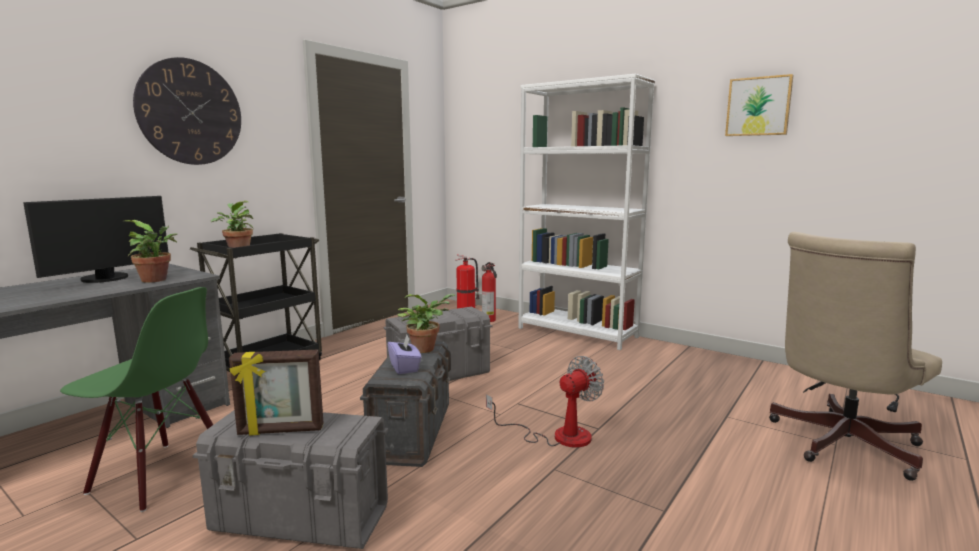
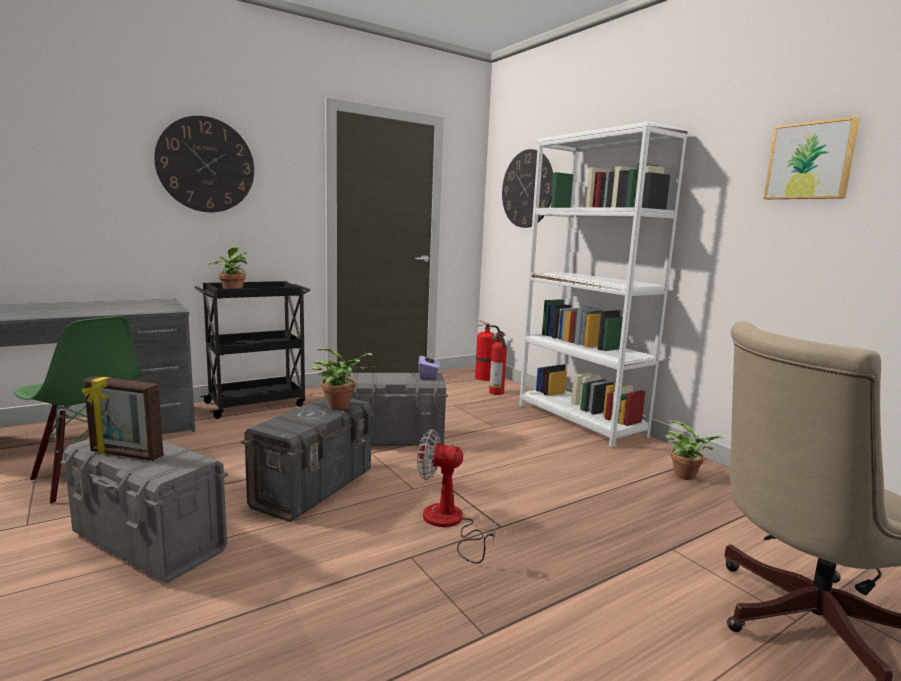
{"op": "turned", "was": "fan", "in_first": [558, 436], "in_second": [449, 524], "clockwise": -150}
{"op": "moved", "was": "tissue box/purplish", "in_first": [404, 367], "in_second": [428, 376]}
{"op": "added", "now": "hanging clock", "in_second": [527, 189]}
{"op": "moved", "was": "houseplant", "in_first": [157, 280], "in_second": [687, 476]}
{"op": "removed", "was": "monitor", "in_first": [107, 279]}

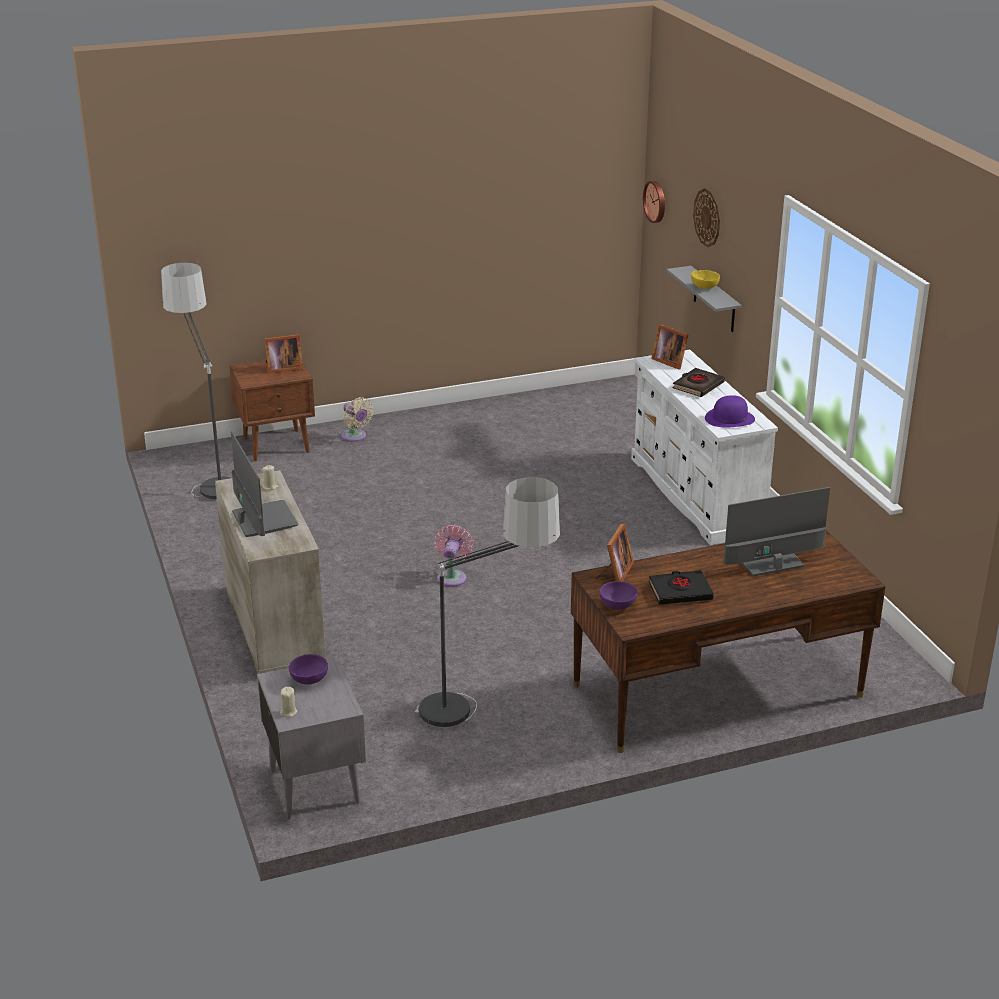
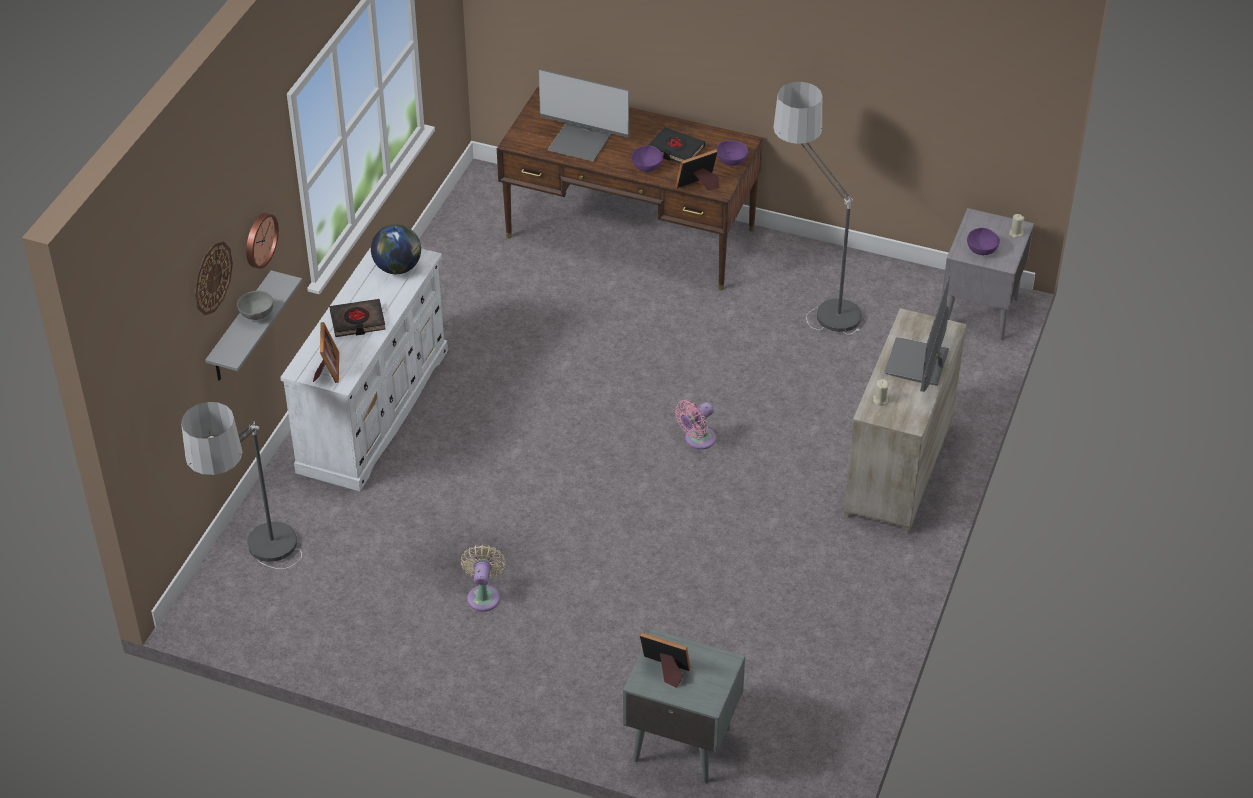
{"op": "moved", "was": "floor lamp", "in_first": [209, 477], "in_second": [260, 575]}
{"op": "recoloured", "was": "deep dish/yellowish", "now": "deep dish/grey", "in_first": [704, 287], "in_second": [256, 315]}
{"op": "moved", "was": "hanging clock", "in_first": [656, 201], "in_second": [259, 240]}
{"op": "replaced", "was": "clothing hat/purplish", "now": "globe", "in_first": [729, 418], "in_second": [398, 268]}
{"op": "moved", "was": "fan/sand-coloured", "in_first": [355, 437], "in_second": [484, 595]}
{"op": "recoloured", "was": "bedside table/brown", "now": "bedside table/grey", "in_first": [277, 445], "in_second": [680, 743]}
{"op": "added", "now": "deep dish/purplish", "in_second": [647, 167]}

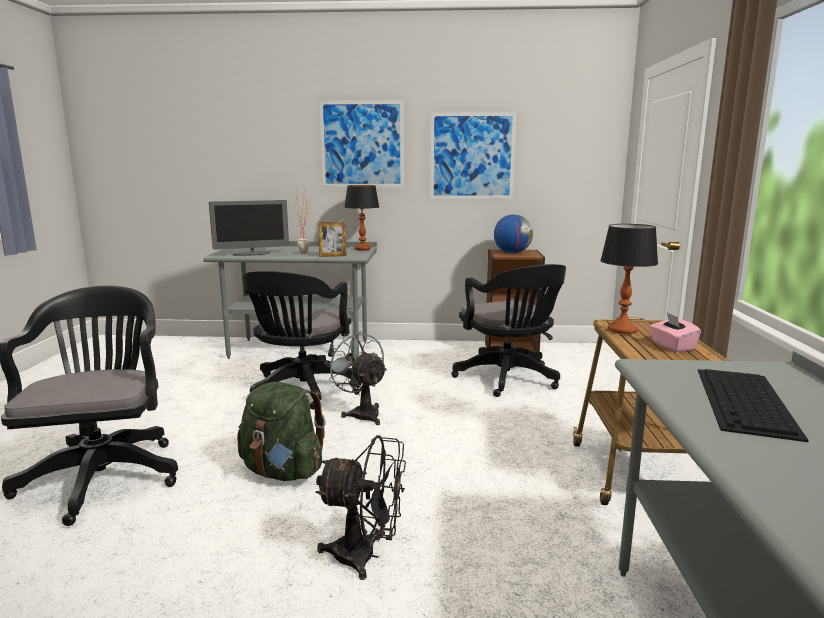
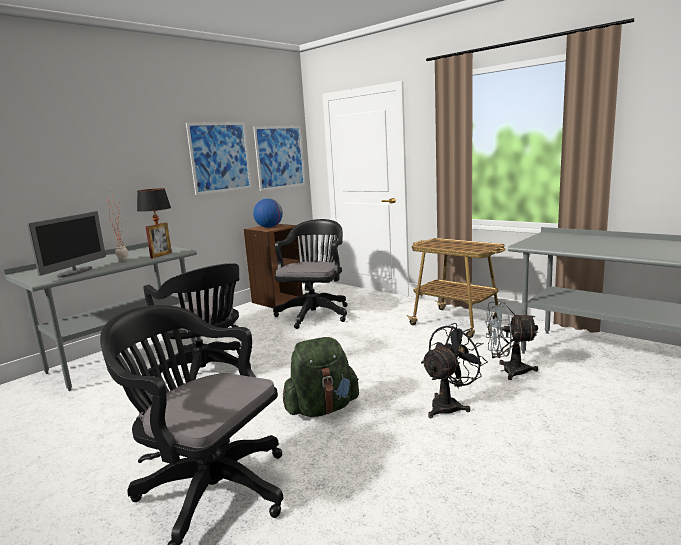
{"op": "moved", "was": "picture", "in_first": [362, 144], "in_second": [280, 157]}
{"op": "turned", "was": "desk chair/black-coloured", "in_first": [509, 379], "in_second": [315, 313], "clockwise": -90}
{"op": "moved", "was": "fan/grey", "in_first": [362, 413], "in_second": [508, 371]}
{"op": "removed", "was": "table lamp", "in_first": [623, 329]}
{"op": "removed", "was": "tissue box/pinkish", "in_first": [672, 346]}
{"op": "removed", "was": "keyboard", "in_first": [746, 402]}

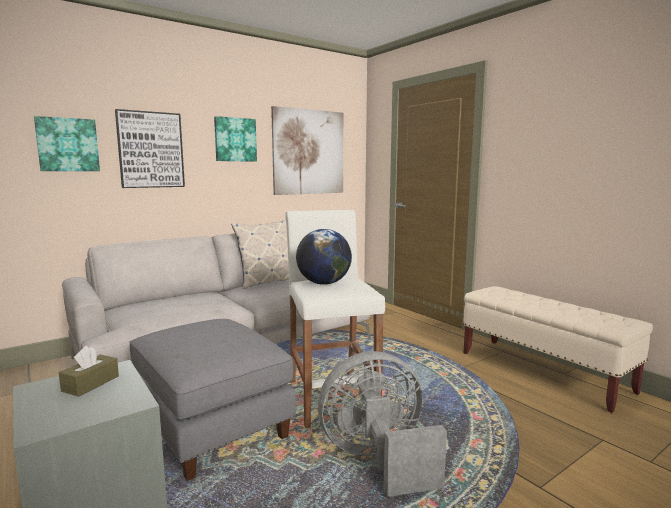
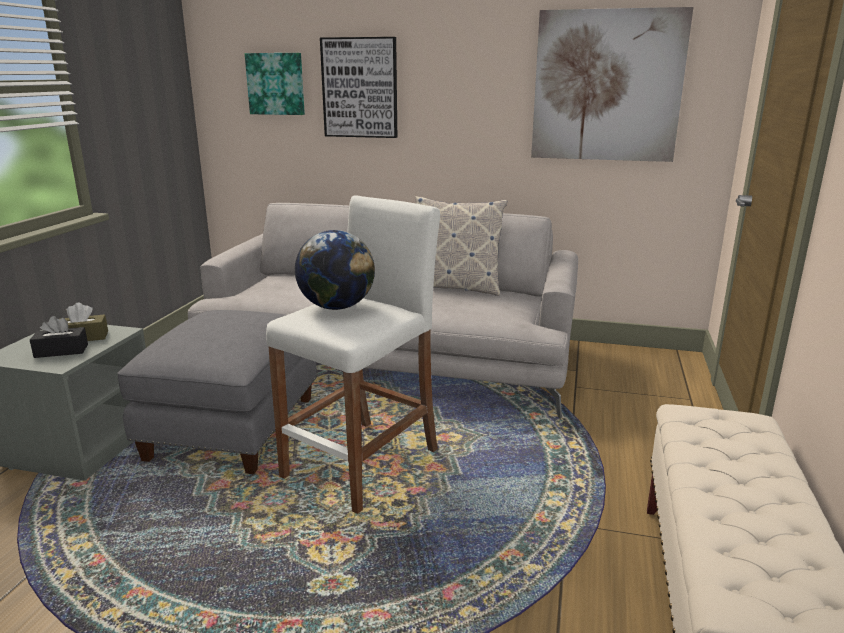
{"op": "added", "now": "tissue box/black-coloured", "in_second": [61, 351]}
{"op": "removed", "was": "picture", "in_first": [235, 139]}
{"op": "removed", "was": "fan/grey", "in_first": [378, 459]}

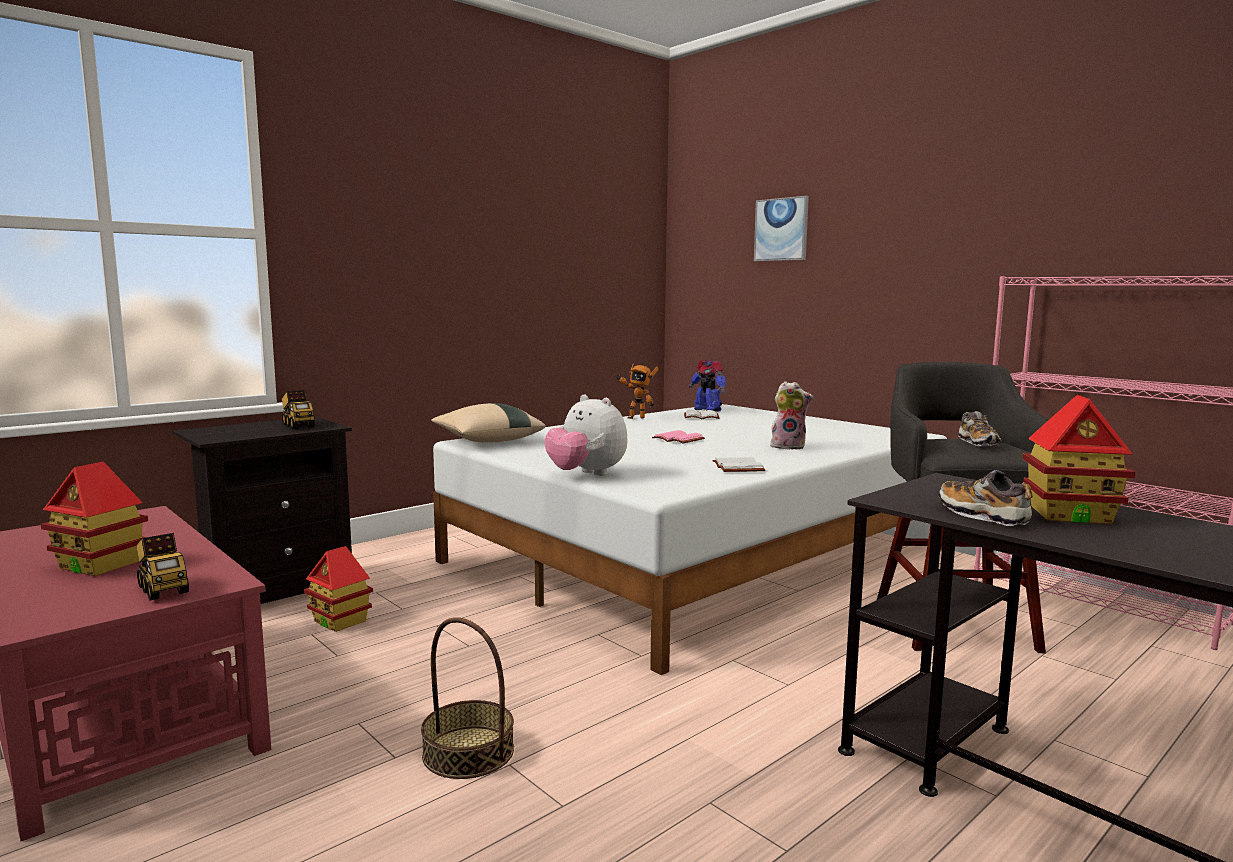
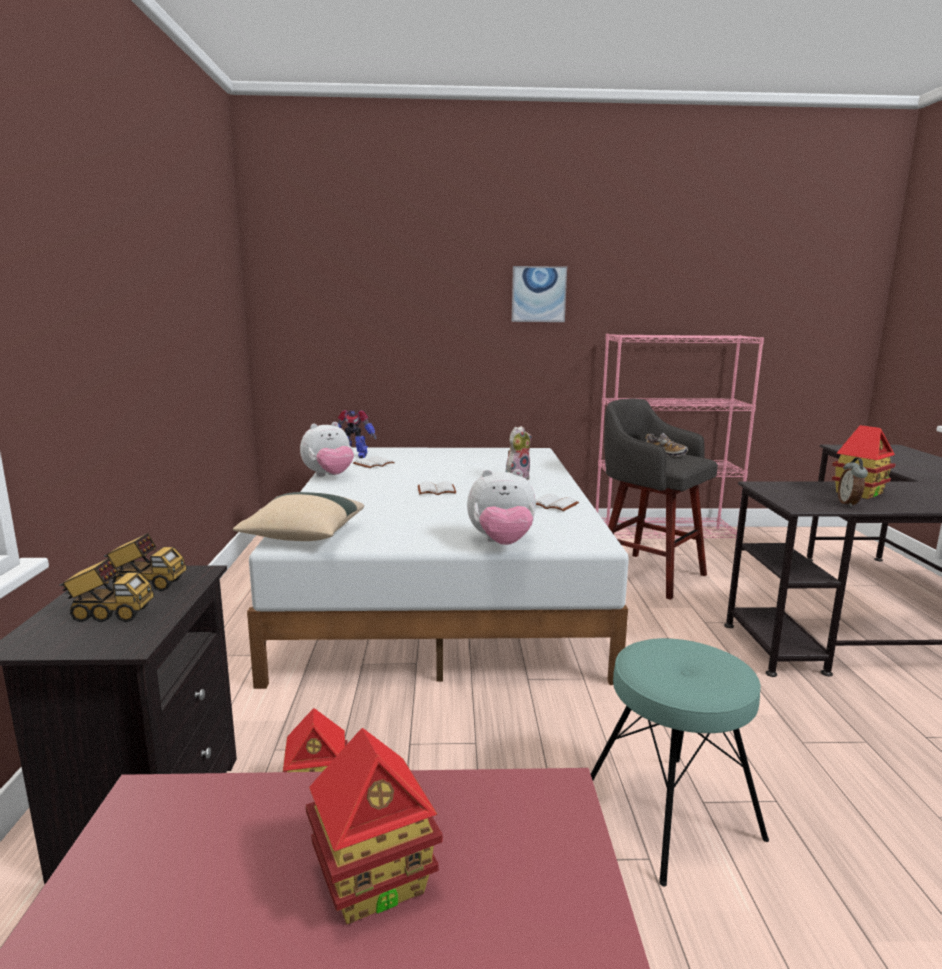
{"op": "moved", "was": "model truck", "in_first": [163, 589], "in_second": [110, 614]}
{"op": "replaced", "was": "robot figure", "now": "soft toy", "in_first": [635, 417], "in_second": [329, 476]}
{"op": "recoloured", "was": "volume/pinkish", "now": "volume/whitish", "in_first": [679, 439], "in_second": [437, 490]}
{"op": "moved", "was": "picture", "in_first": [781, 229], "in_second": [538, 294]}
{"op": "replaced", "was": "household basket", "now": "stool/turquoise-coloured", "in_first": [468, 752], "in_second": [670, 815]}
{"op": "replaced", "was": "low shoe", "now": "alarm clock", "in_first": [982, 515], "in_second": [849, 504]}

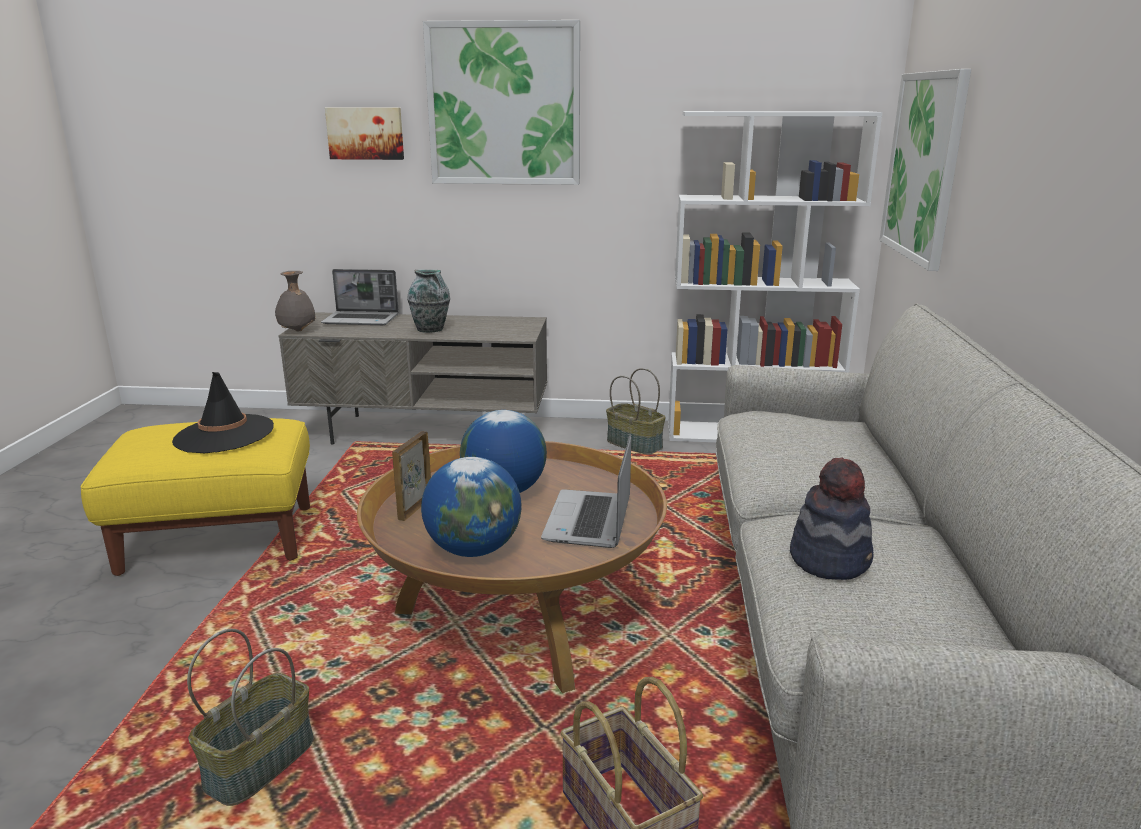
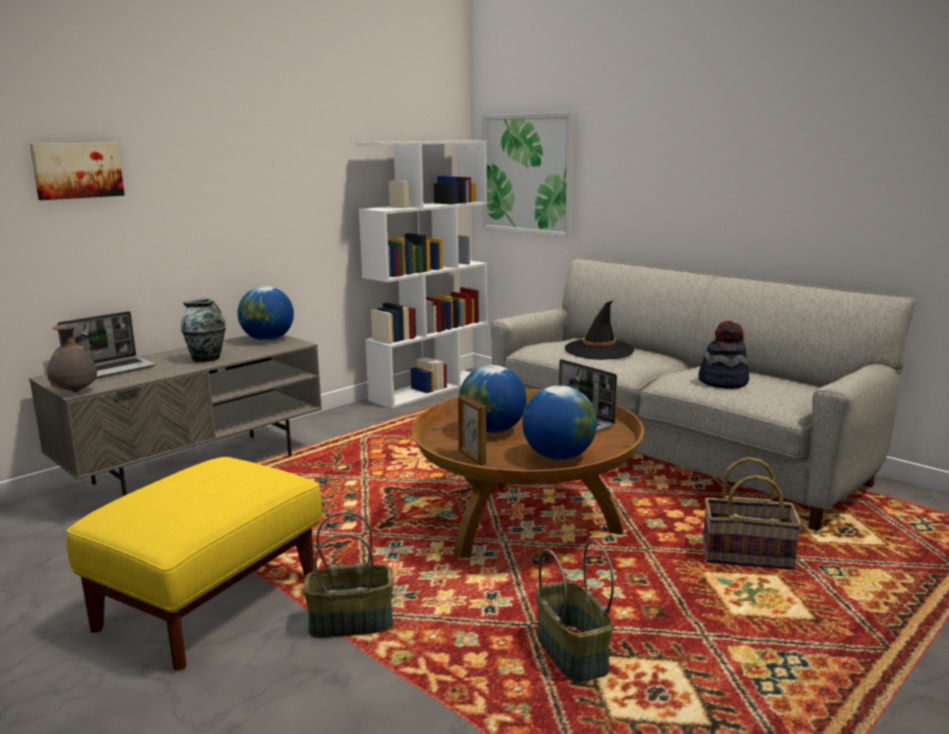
{"op": "added", "now": "globe", "in_second": [267, 340]}
{"op": "moved", "was": "household basket", "in_first": [635, 444], "in_second": [352, 622]}
{"op": "moved", "was": "clothing hat/black-coloured", "in_first": [224, 434], "in_second": [599, 350]}
{"op": "removed", "was": "picture", "in_first": [504, 104]}

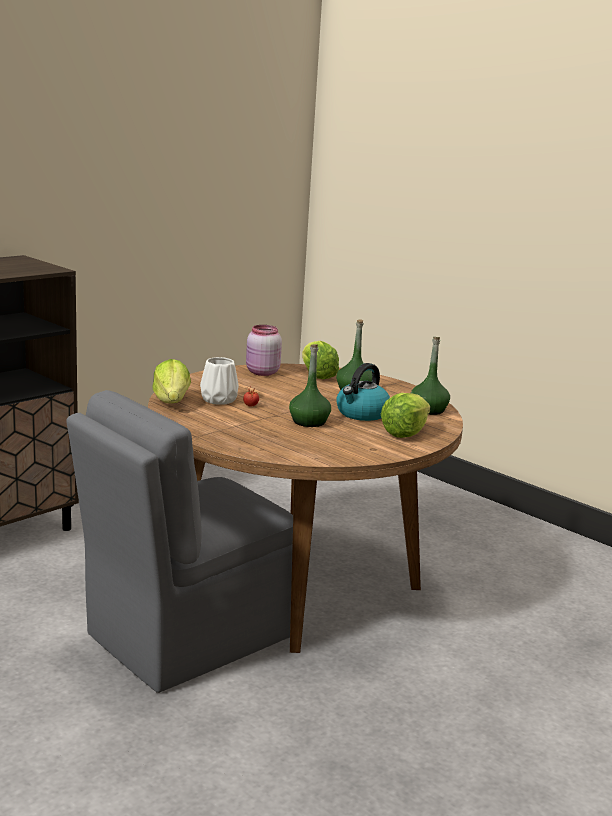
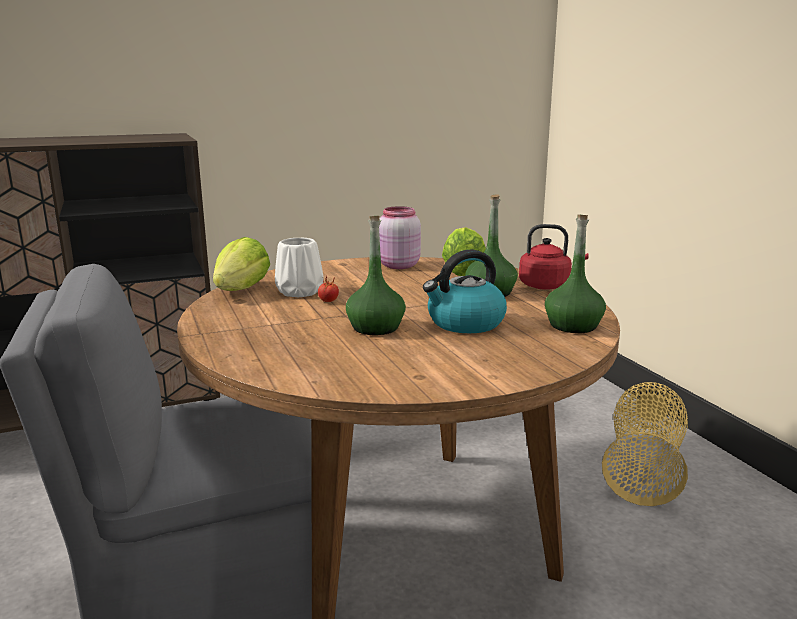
{"op": "added", "now": "water kettle/reddish", "in_second": [547, 286]}
{"op": "added", "now": "household basket", "in_second": [644, 468]}
{"op": "removed", "was": "lettuce", "in_first": [404, 433]}

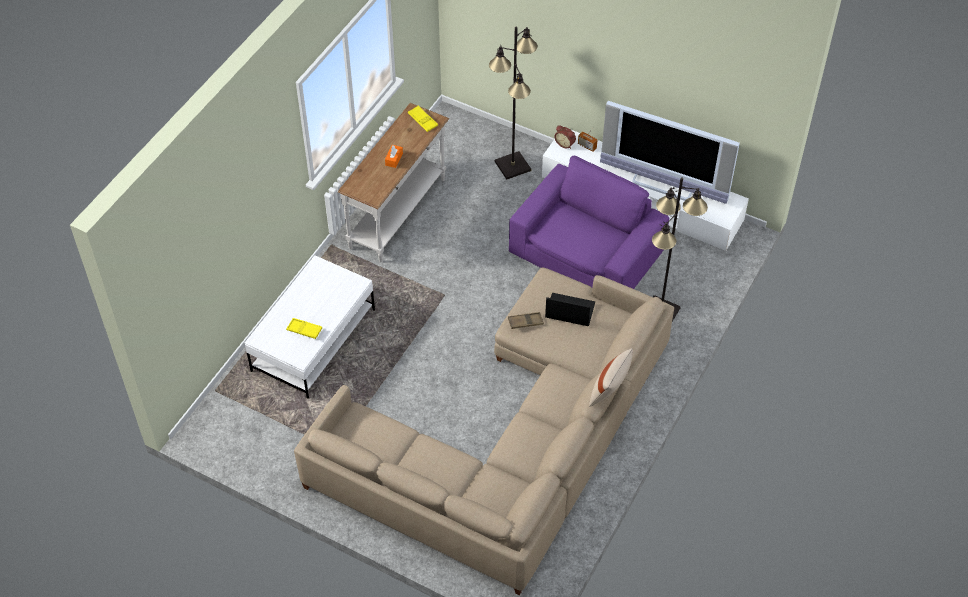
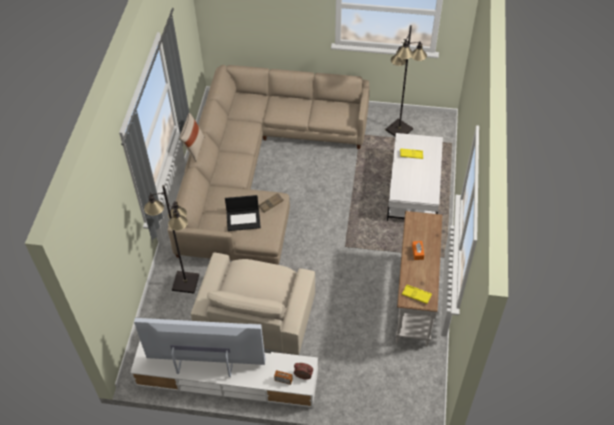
{"op": "recoloured", "was": "easy chair/purplish", "now": "easy chair/sand-coloured", "in_first": [586, 253], "in_second": [256, 313]}
{"op": "moved", "was": "floor lamp/black-coloured", "in_first": [513, 166], "in_second": [398, 129]}

